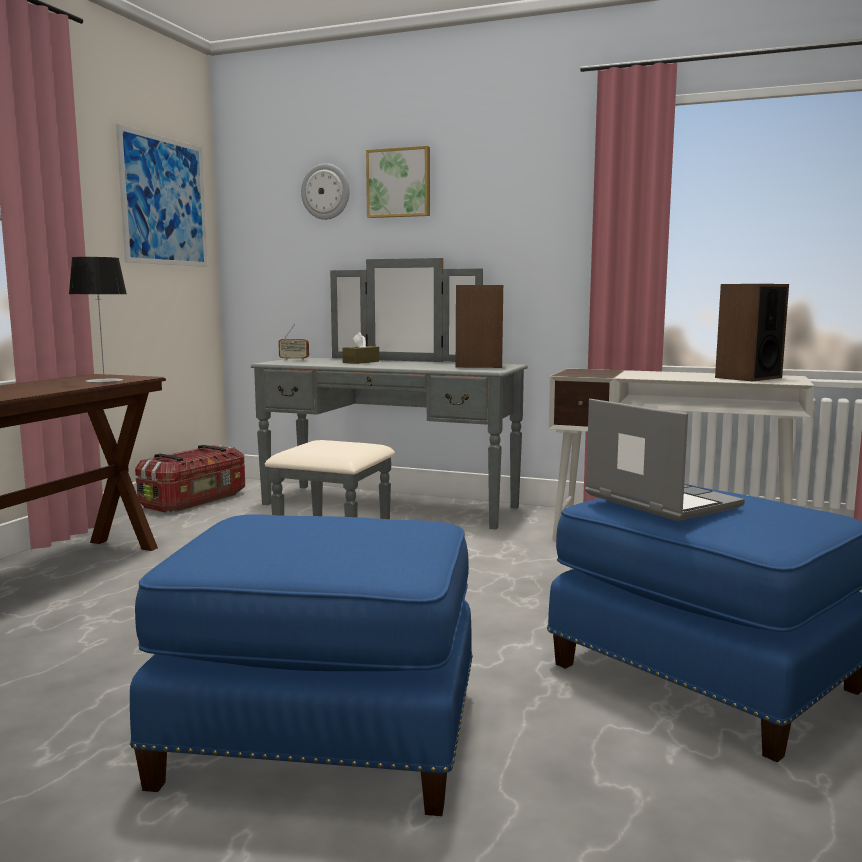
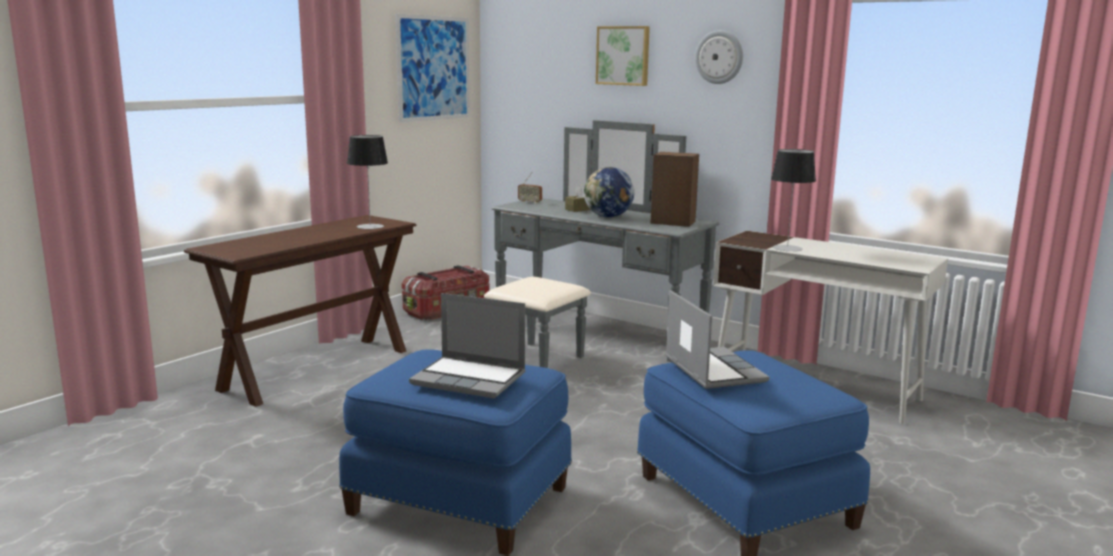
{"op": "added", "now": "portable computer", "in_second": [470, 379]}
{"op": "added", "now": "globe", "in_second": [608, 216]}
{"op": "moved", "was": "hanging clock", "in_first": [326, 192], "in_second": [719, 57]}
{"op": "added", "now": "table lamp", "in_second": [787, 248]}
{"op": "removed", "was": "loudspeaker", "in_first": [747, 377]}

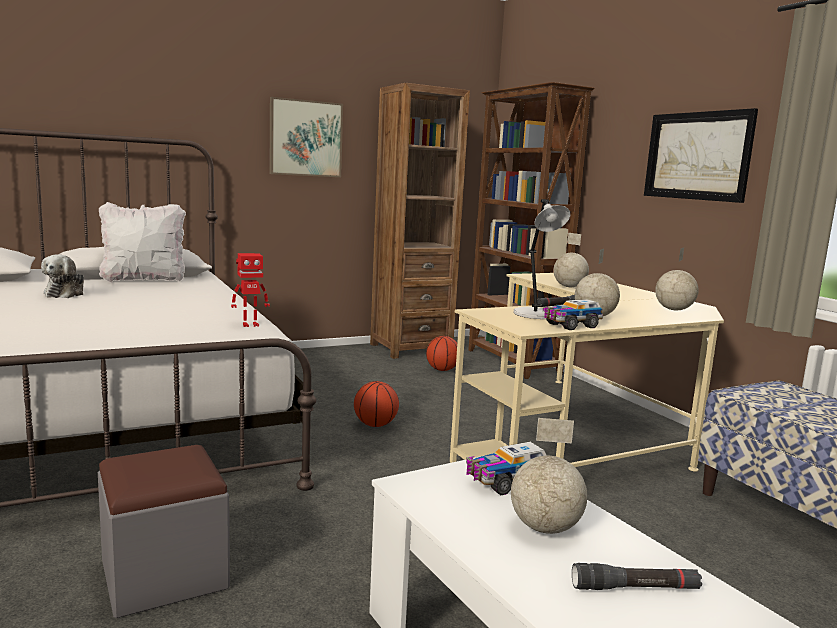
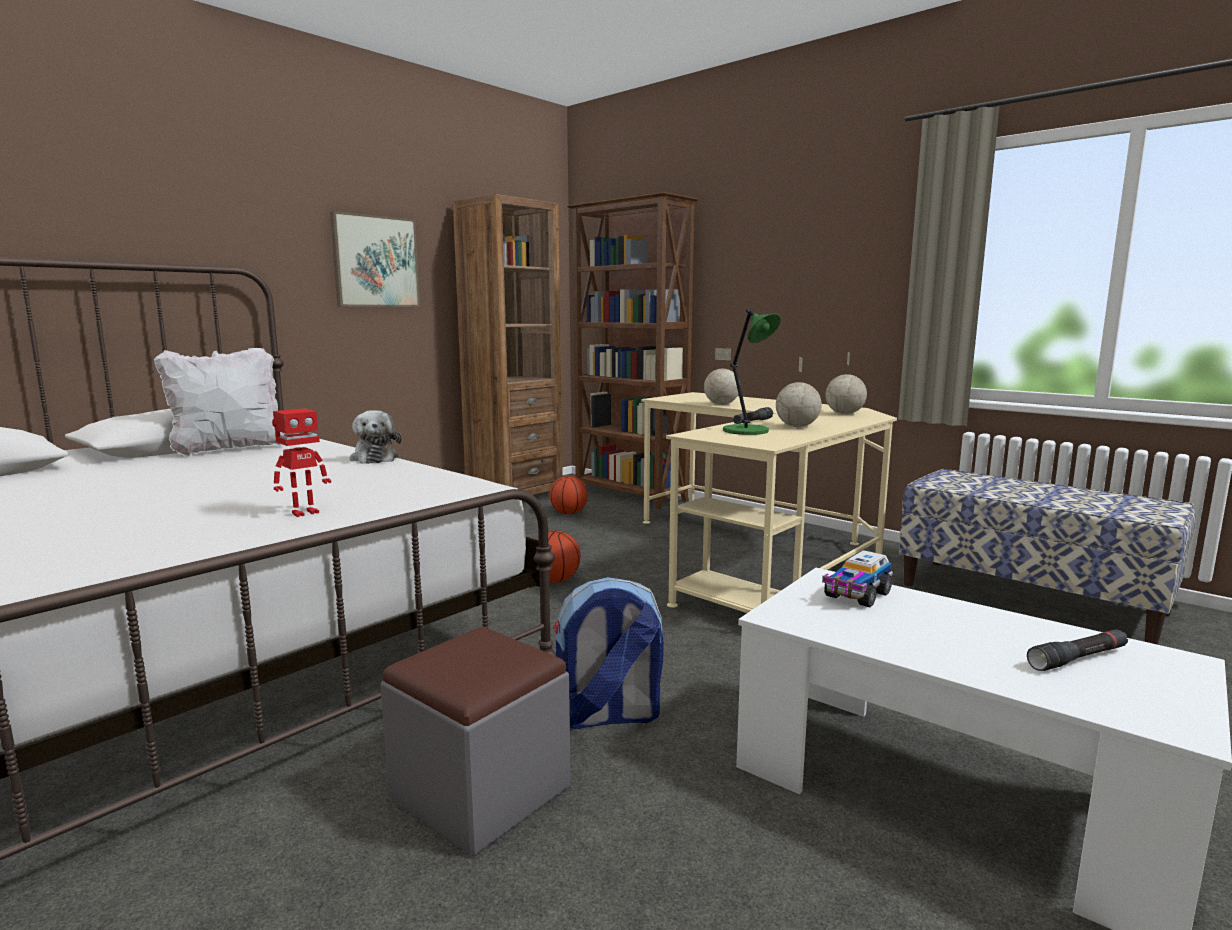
{"op": "moved", "was": "robot figure", "in_first": [250, 325], "in_second": [304, 513]}
{"op": "moved", "was": "soft toy", "in_first": [66, 294], "in_second": [374, 458]}
{"op": "added", "now": "backpack", "in_second": [608, 716]}
{"op": "recoloured", "was": "table lamp/grey", "now": "table lamp/green", "in_first": [536, 315], "in_second": [748, 431]}
{"op": "removed", "was": "globe", "in_first": [546, 528]}
{"op": "removed", "was": "model truck", "in_first": [570, 325]}
{"op": "removed", "was": "picture", "in_first": [697, 156]}

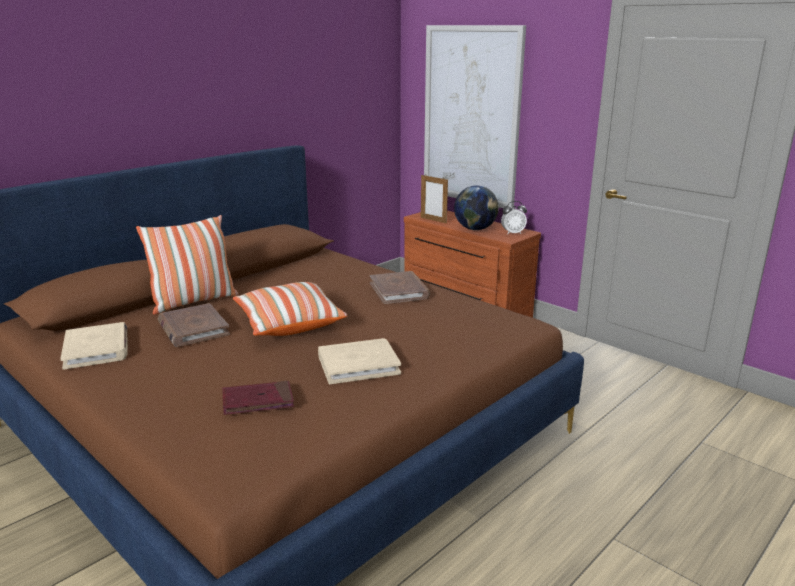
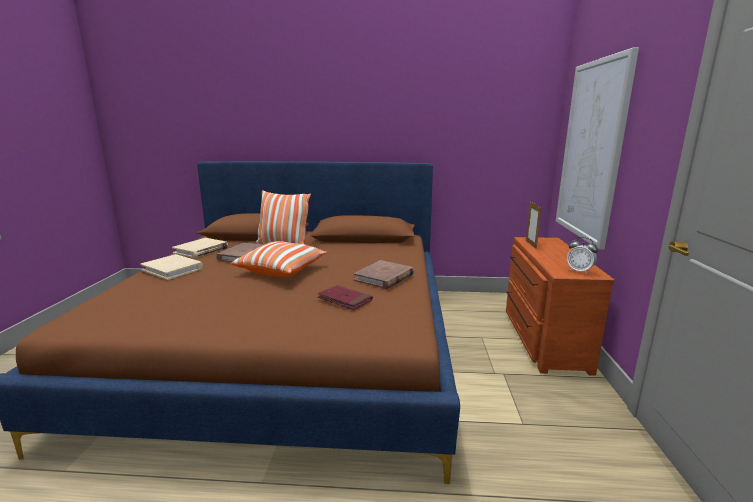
{"op": "moved", "was": "volume/sand-coloured", "in_first": [358, 364], "in_second": [173, 269]}
{"op": "moved", "was": "volume/reddish", "in_first": [258, 401], "in_second": [345, 299]}
{"op": "removed", "was": "globe", "in_first": [475, 229]}

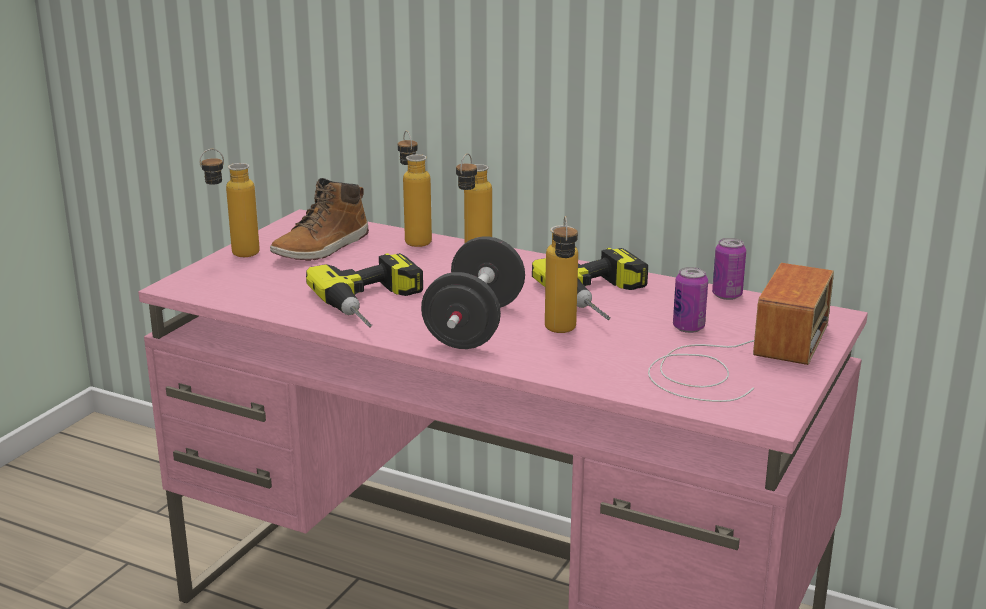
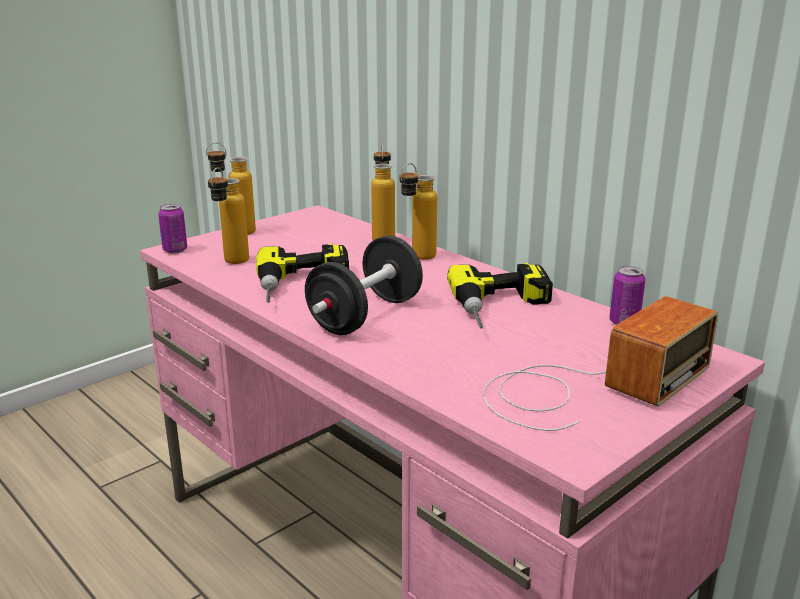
{"op": "moved", "was": "can", "in_first": [688, 327], "in_second": [175, 250]}
{"op": "moved", "was": "bottle", "in_first": [561, 333], "in_second": [231, 264]}
{"op": "removed", "was": "high-top boot", "in_first": [322, 248]}

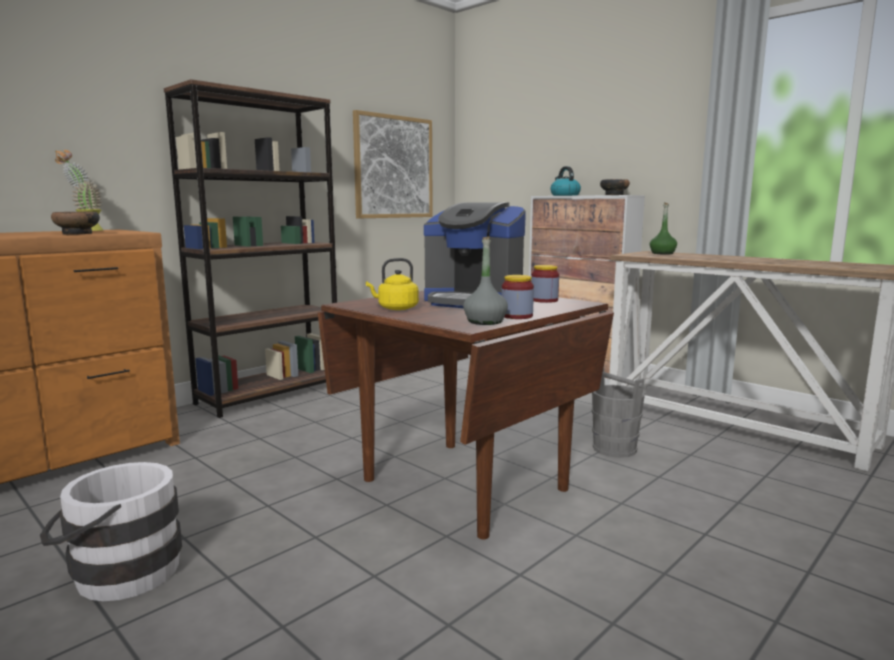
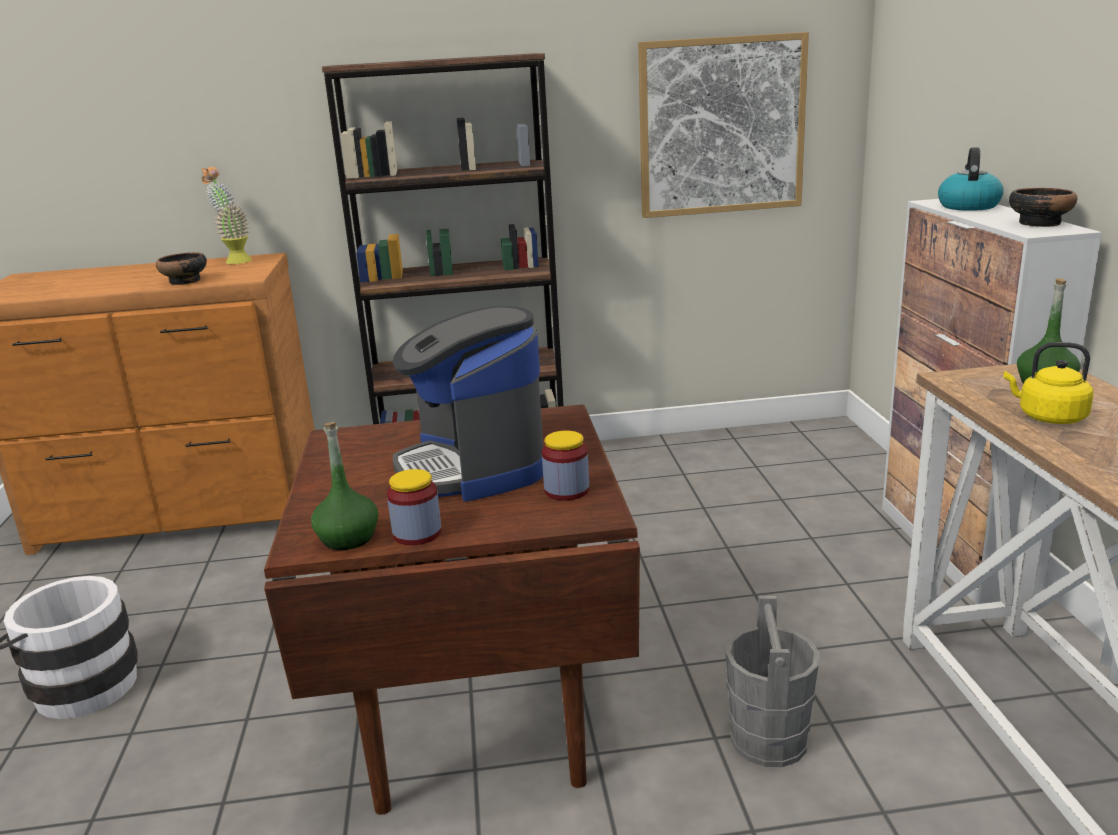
{"op": "recoloured", "was": "bottle/grey", "now": "bottle/green", "in_first": [485, 322], "in_second": [348, 538]}
{"op": "moved", "was": "water kettle/yellowish", "in_first": [395, 308], "in_second": [1048, 417]}

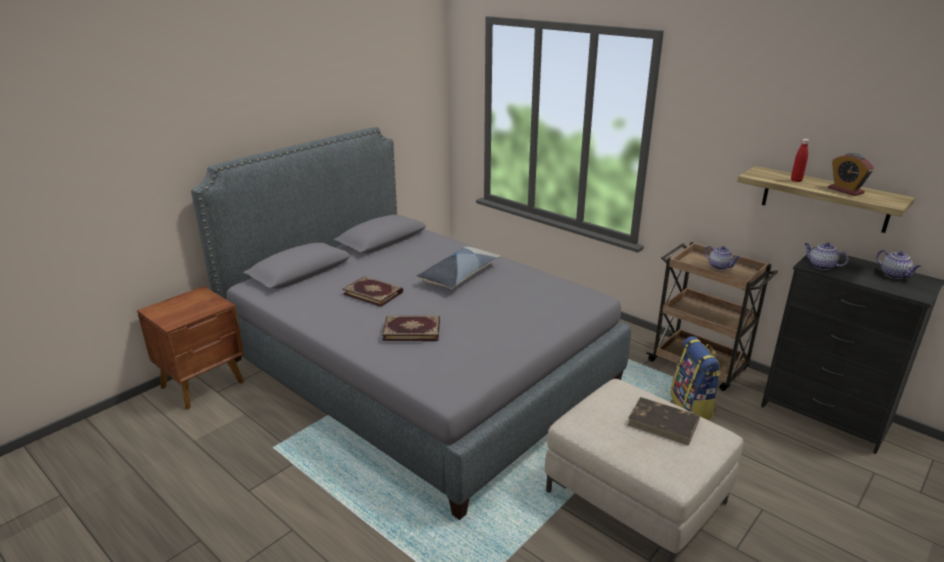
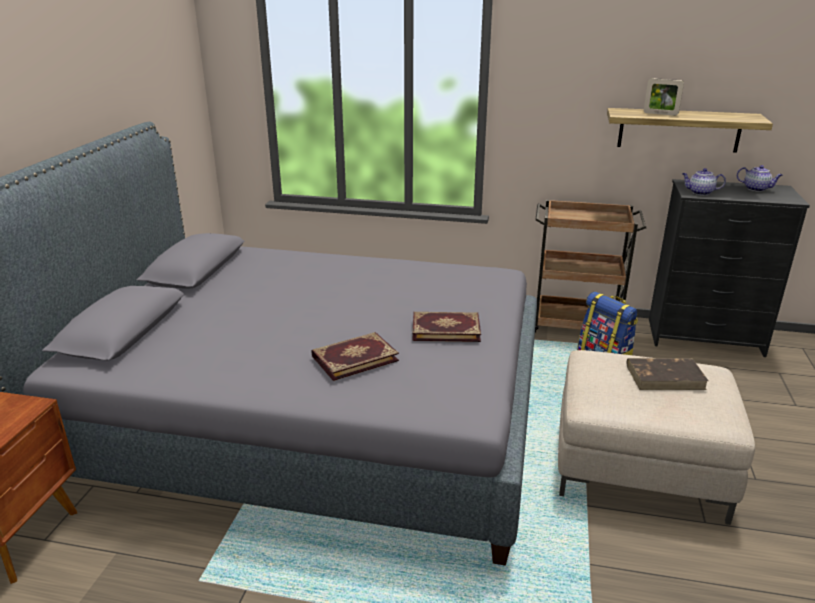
{"op": "moved", "was": "volume", "in_first": [373, 293], "in_second": [446, 328]}
{"op": "replaced", "was": "bottle/reddish", "now": "picture frame", "in_first": [796, 180], "in_second": [660, 114]}
{"op": "removed", "was": "throw pillow", "in_first": [459, 275]}
{"op": "removed", "was": "teapot", "in_first": [720, 266]}
{"op": "removed", "was": "alarm clock", "in_first": [845, 190]}

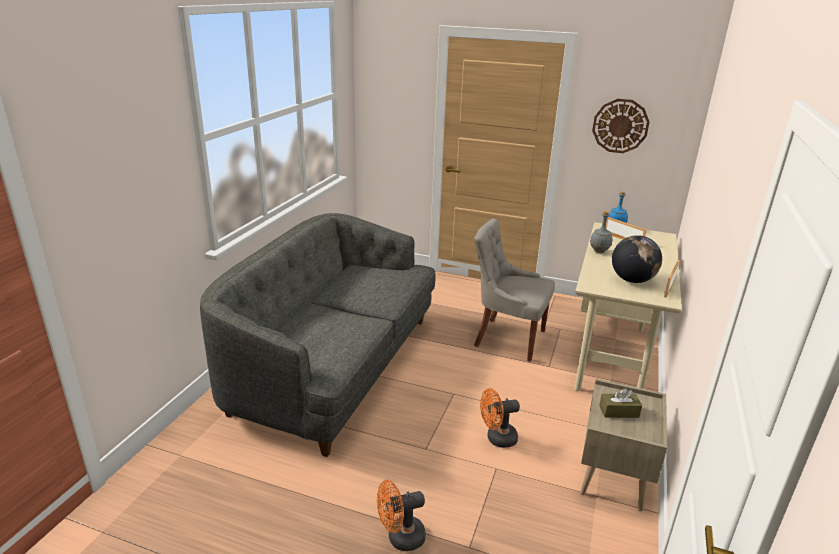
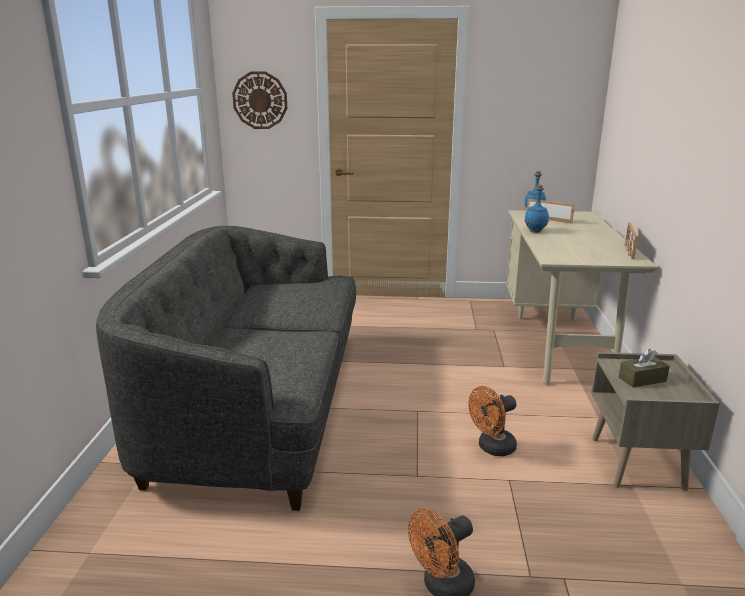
{"op": "moved", "was": "hanging clock", "in_first": [620, 126], "in_second": [260, 100]}
{"op": "recoloured", "was": "bottle/grey", "now": "bottle/bluish", "in_first": [599, 252], "in_second": [535, 231]}
{"op": "removed", "was": "upright chair/grey", "in_first": [507, 338]}
{"op": "removed", "was": "globe", "in_first": [632, 280]}

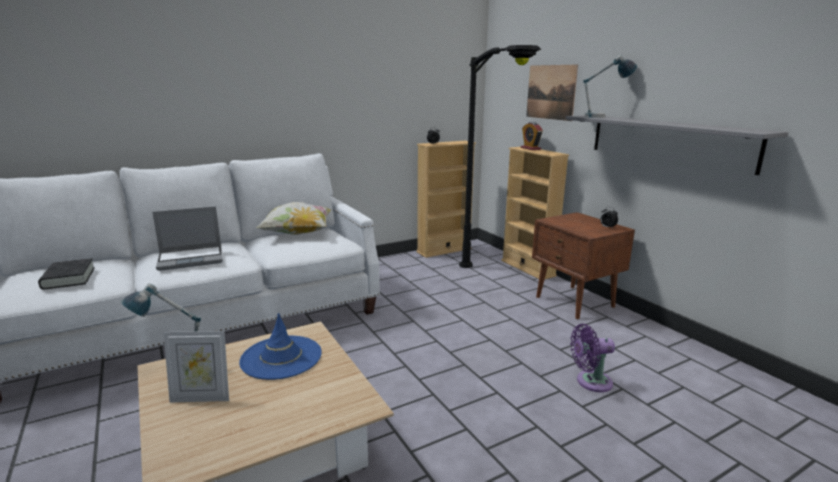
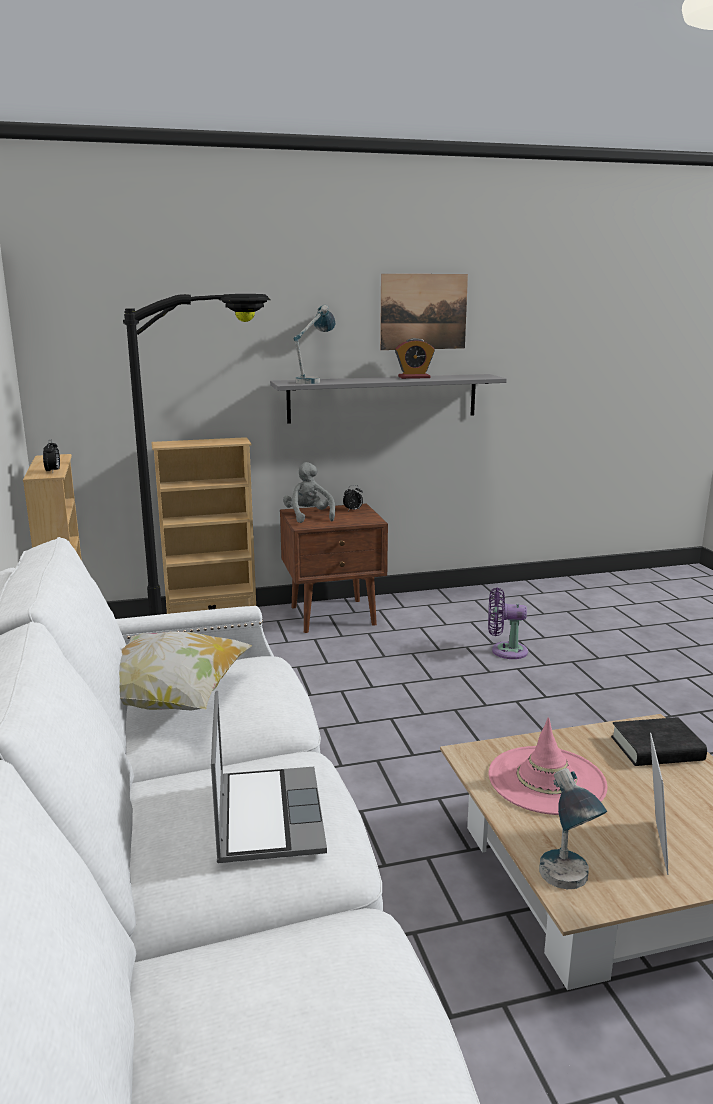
{"op": "added", "now": "soft toy/grey", "in_second": [308, 516]}
{"op": "moved", "was": "picture", "in_first": [550, 92], "in_second": [423, 312]}
{"op": "moved", "was": "alarm clock", "in_first": [530, 148], "in_second": [414, 377]}
{"op": "turned", "was": "fan/purplish", "in_first": [590, 382], "in_second": [505, 651], "clockwise": 90}
{"op": "recoloured", "was": "clothing hat/bluish", "now": "clothing hat/pinkish", "in_first": [281, 357], "in_second": [546, 780]}
{"op": "moved", "was": "volume/black-coloured", "in_first": [69, 278], "in_second": [657, 749]}

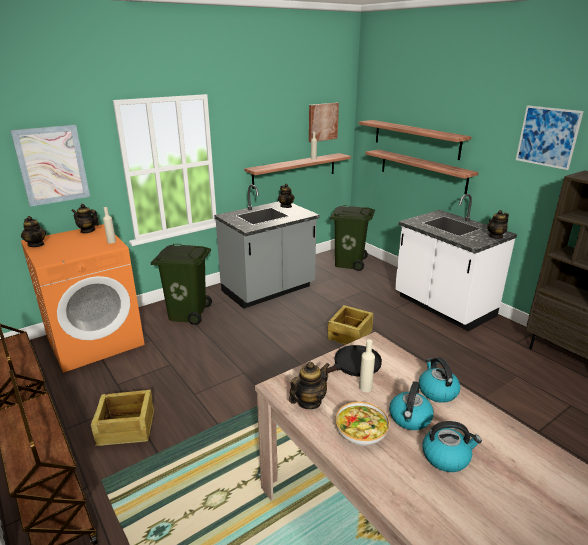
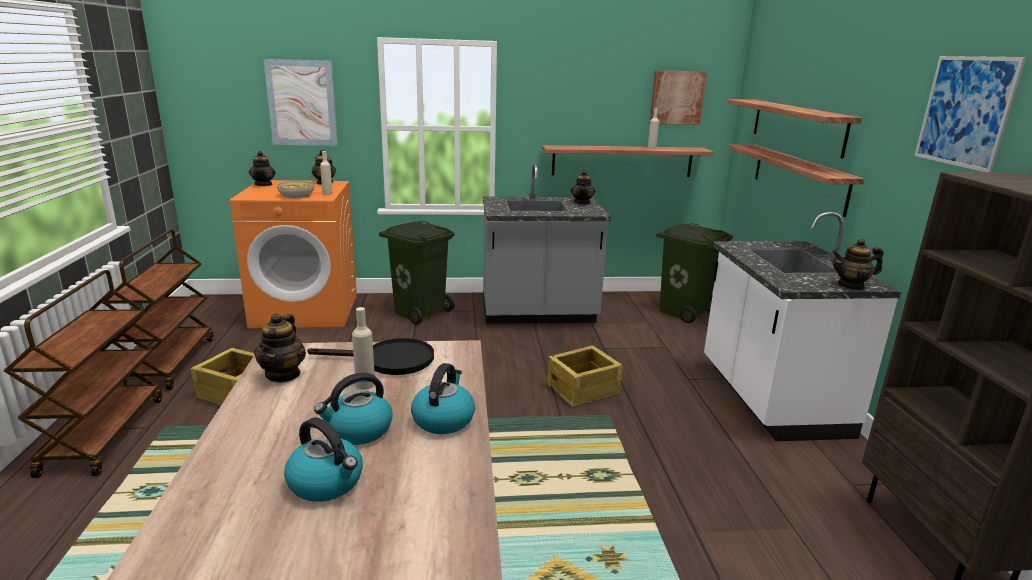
{"op": "turned", "was": "teapot", "in_first": [309, 402], "in_second": [283, 374], "clockwise": 105}
{"op": "moved", "was": "deep dish", "in_first": [360, 432], "in_second": [297, 195]}

